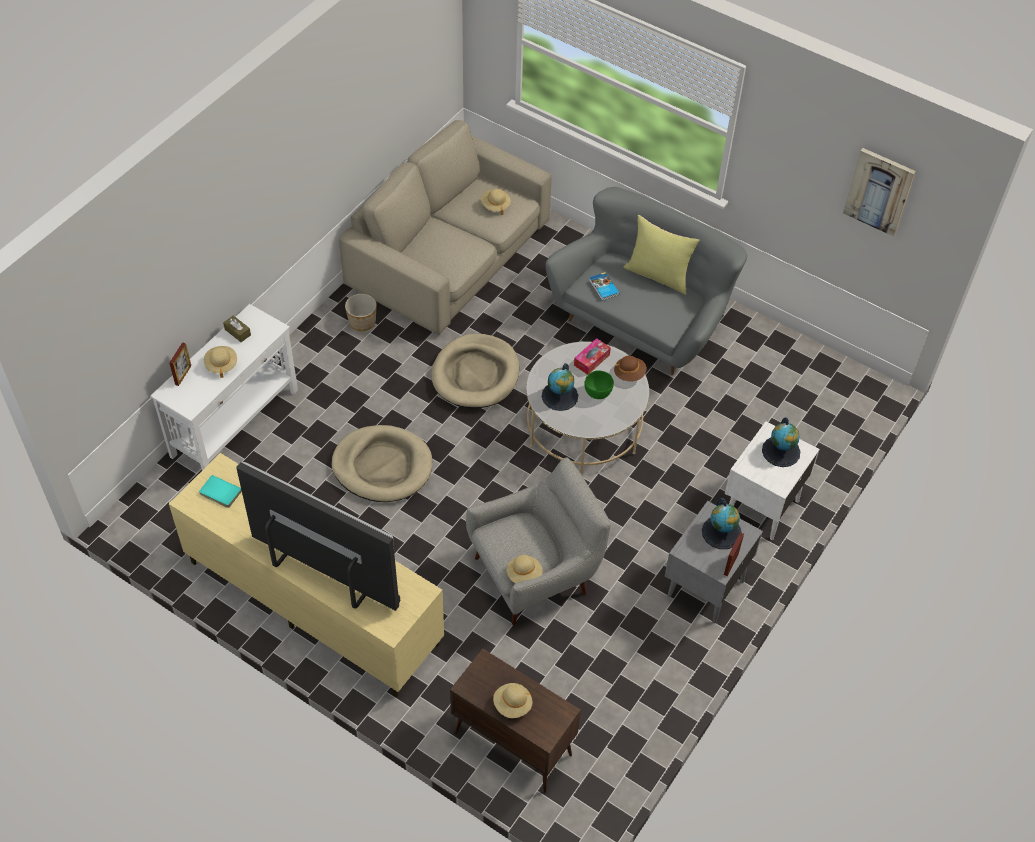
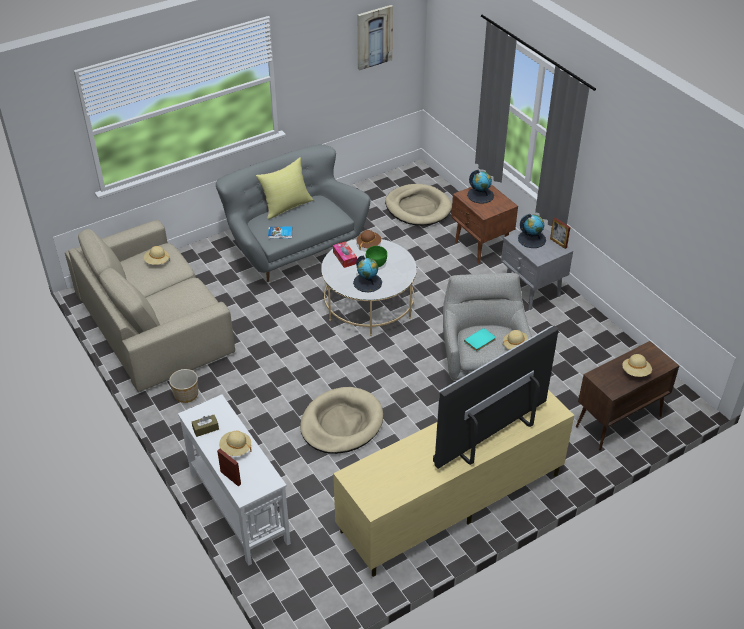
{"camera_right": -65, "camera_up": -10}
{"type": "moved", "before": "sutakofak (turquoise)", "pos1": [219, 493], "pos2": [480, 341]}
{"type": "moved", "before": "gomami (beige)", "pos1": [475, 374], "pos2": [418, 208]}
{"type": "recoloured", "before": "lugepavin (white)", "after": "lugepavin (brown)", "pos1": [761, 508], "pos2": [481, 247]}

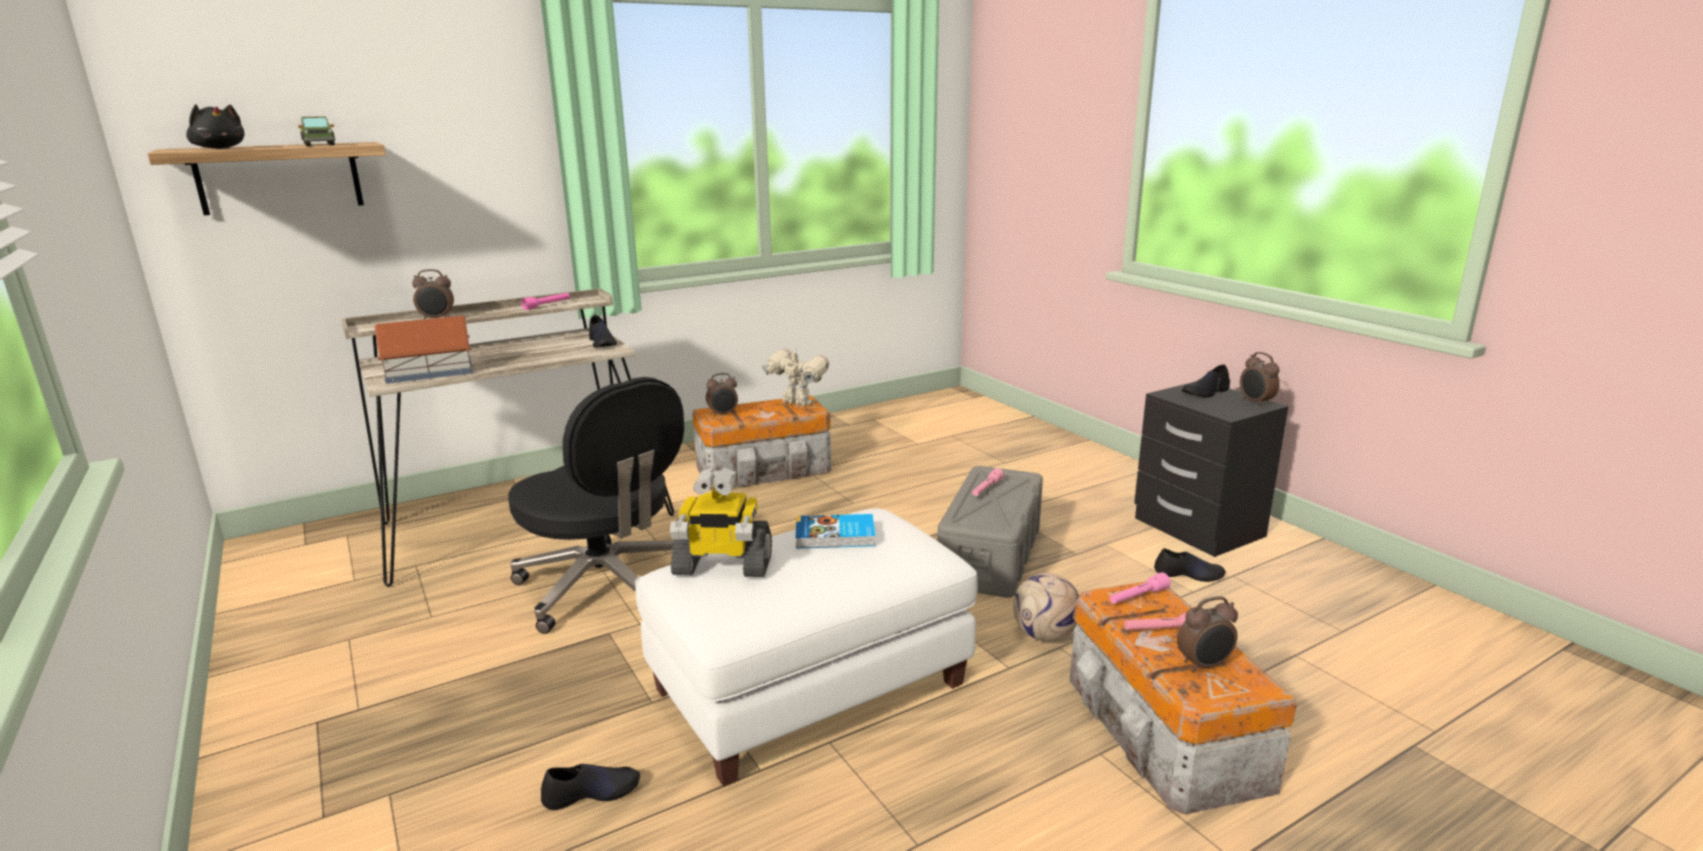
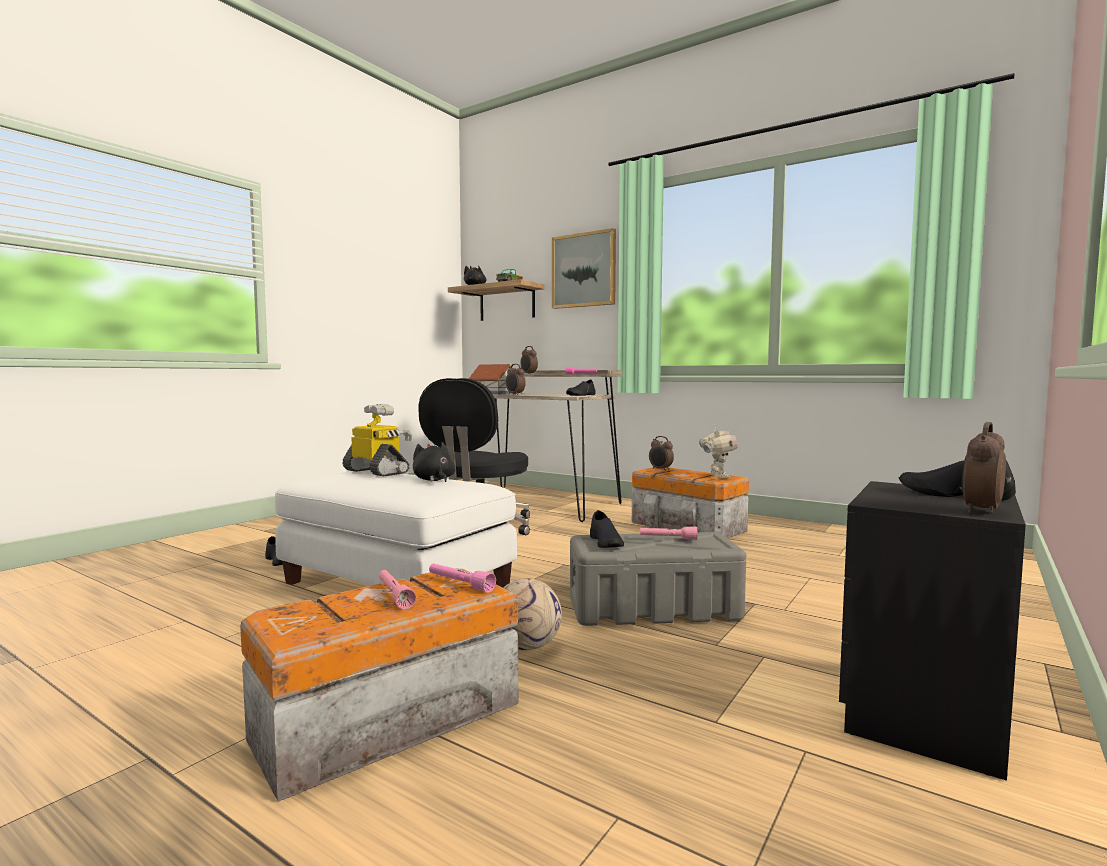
{"camera_right": 65, "camera_up": -15}
{"type": "added", "after": "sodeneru", "pos2": [584, 270]}
{"type": "moved", "before": "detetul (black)", "pos1": [1188, 574], "pos2": [606, 542]}
{"type": "moved", "before": "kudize", "pos1": [1204, 665], "pos2": [515, 394]}
{"type": "replaced", "before": "sutakofak", "after": "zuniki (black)", "pos1": [835, 536], "pos2": [434, 480]}
{"type": "turned", "before": "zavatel", "pos1": [722, 566], "pos2": [377, 472], "turn": 150}

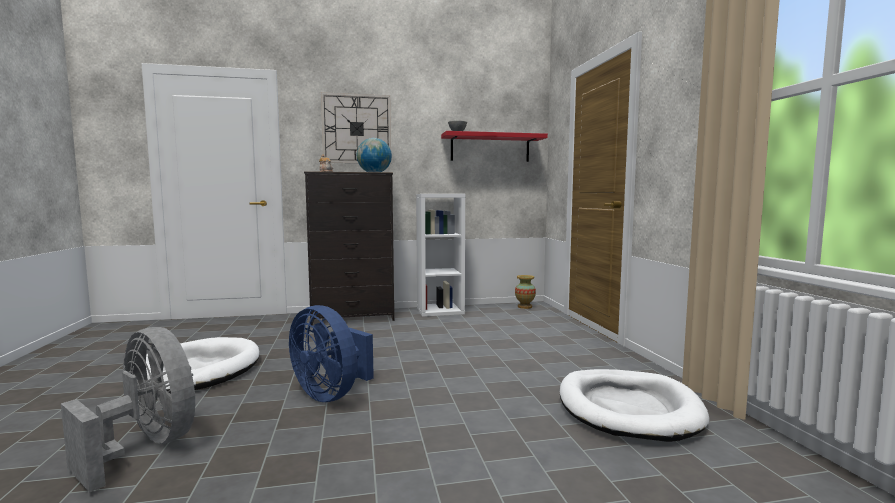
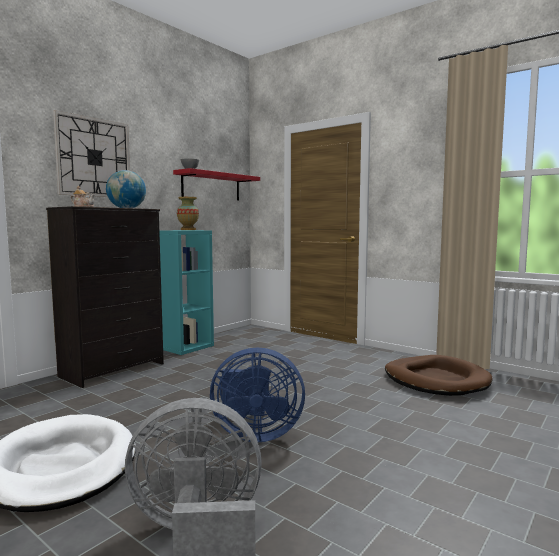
{"camera_right": -40, "camera_up": 0}
{"type": "moved", "before": "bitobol", "pos1": [524, 307], "pos2": [188, 230]}
{"type": "recoloured", "before": "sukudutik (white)", "after": "sukudutik (turquoise)", "pos1": [440, 310], "pos2": [186, 347]}
{"type": "recoloured", "before": "gomami (white)", "after": "gomami (brown)", "pos1": [628, 408], "pos2": [436, 380]}

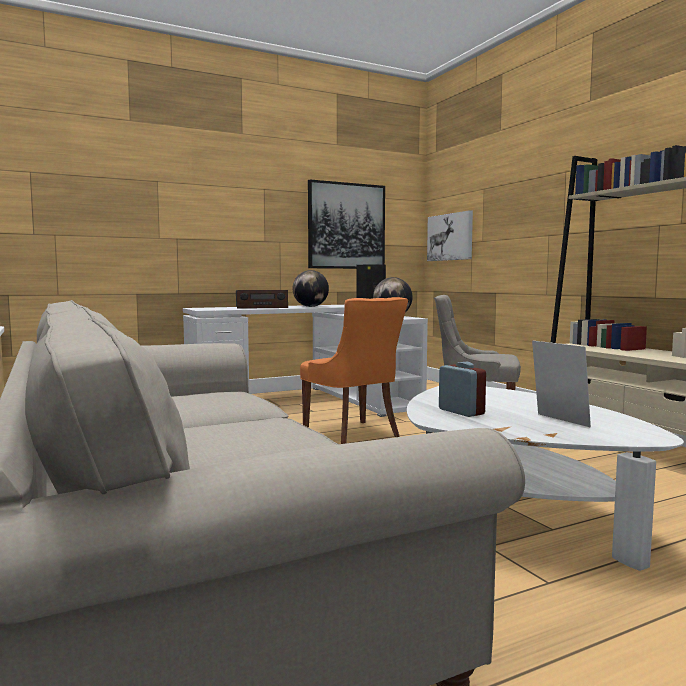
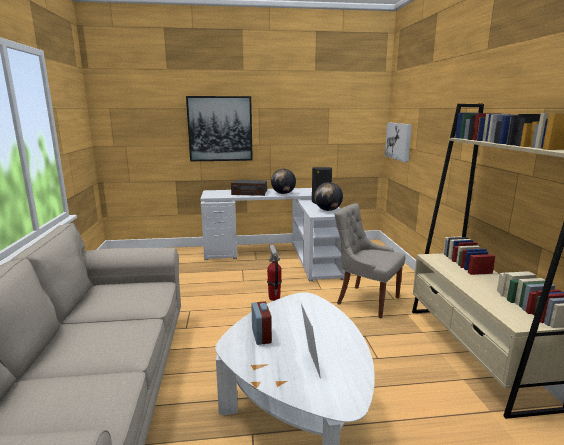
{"camera_right": 20, "camera_up": 10}
{"type": "moved", "before": "sodeneru", "pos1": [346, 226], "pos2": [220, 129]}
{"type": "replaced", "before": "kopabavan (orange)", "after": "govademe", "pos1": [353, 434], "pos2": [274, 298]}

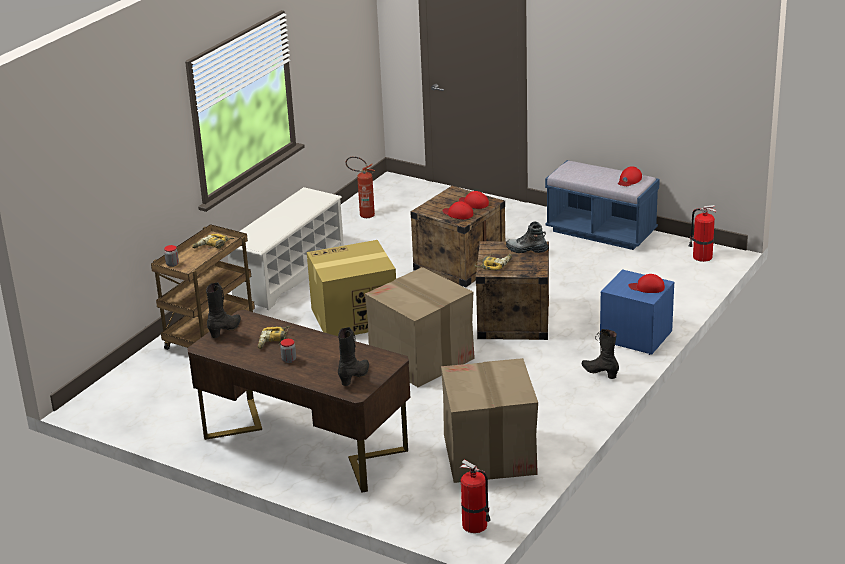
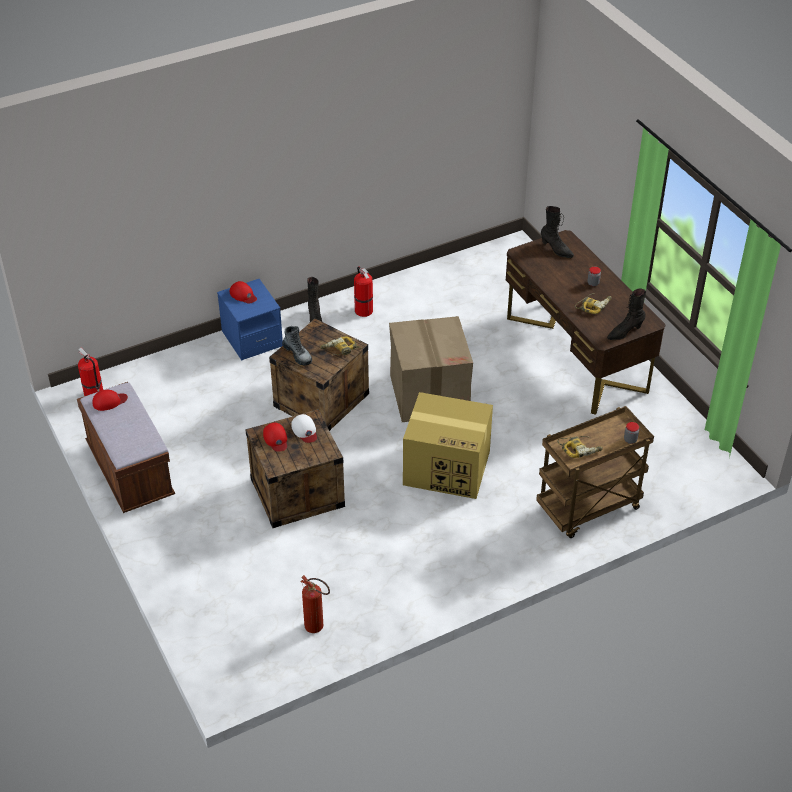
{"camera_right": -150, "camera_up": 15}
{"type": "removed", "before": "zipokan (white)", "pos1": [289, 275]}
{"type": "removed", "before": "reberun", "pos1": [489, 454]}
{"type": "moved", "before": "govademe", "pos1": [476, 525], "pos2": [363, 310]}
{"type": "recoloured", "before": "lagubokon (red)", "after": "lagubokon (white)", "pos1": [458, 213], "pos2": [305, 430]}
{"type": "recoloured", "before": "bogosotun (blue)", "after": "bogosotun (brown)", "pos1": [601, 232], "pos2": [130, 471]}
{"type": "turned", "before": "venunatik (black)", "pos1": [355, 377], "pos2": [556, 250], "turn": -105}

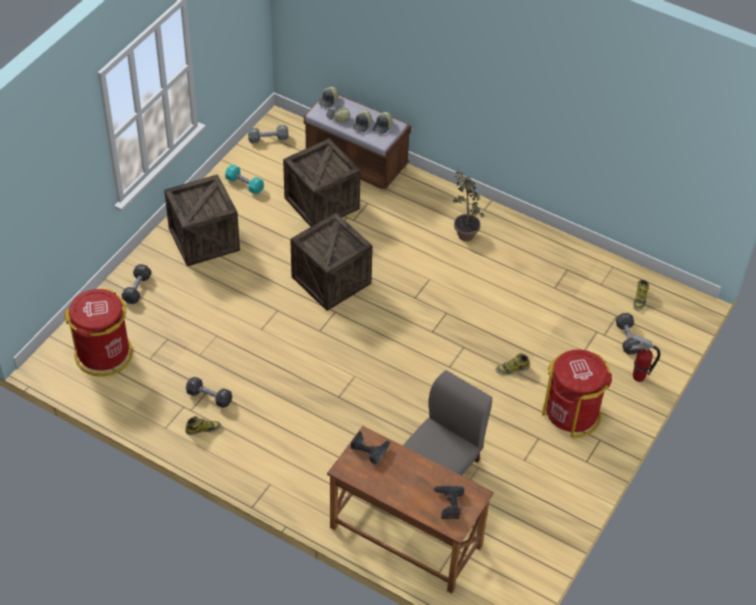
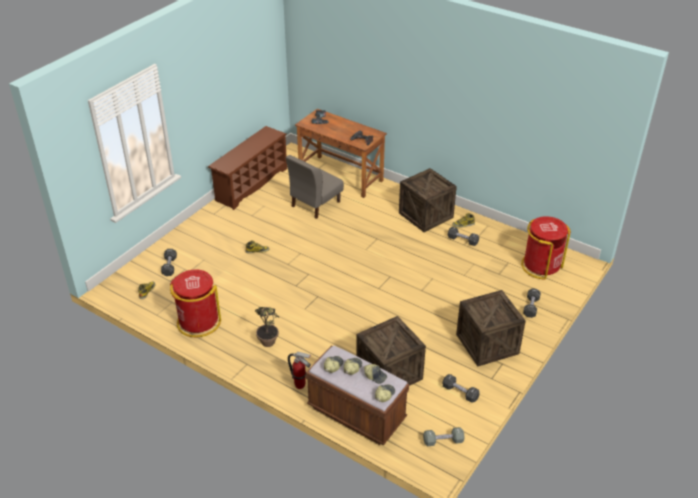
{"camera_right": -175, "camera_up": -10}
{"type": "added", "after": "zipokan (brown)", "pos2": [251, 184]}
{"type": "moved", "before": "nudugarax", "pos1": [331, 280], "pos2": [425, 215]}
{"type": "moved", "before": "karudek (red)", "pos1": [572, 413], "pos2": [198, 322]}
{"type": "moved", "before": "govademe", "pos1": [638, 377], "pos2": [300, 385]}
{"type": "recoloured", "before": "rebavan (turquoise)", "after": "rebavan (black)", "pos1": [244, 184], "pos2": [460, 392]}

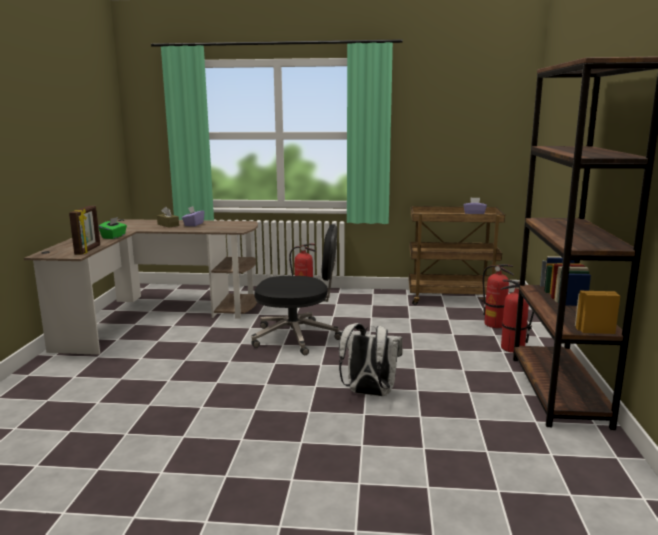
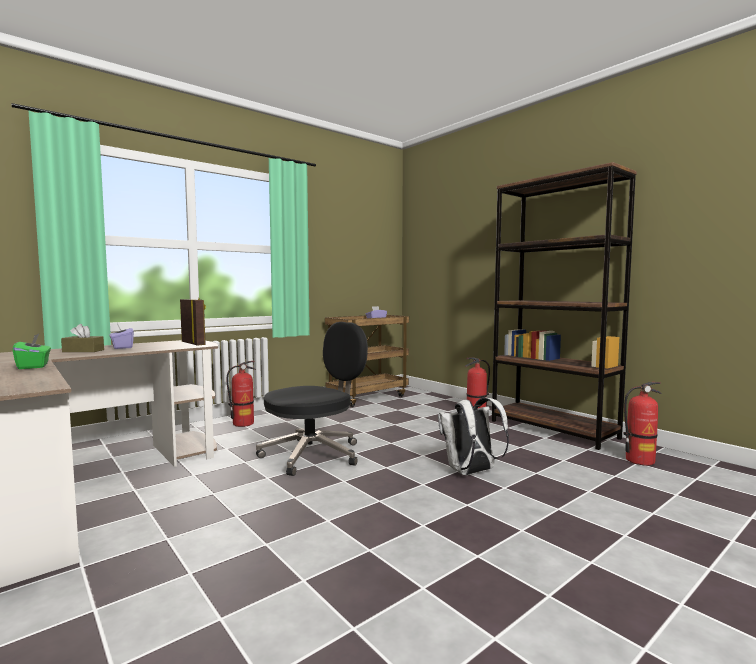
{"camera_right": -45, "camera_up": -10}
{"type": "moved", "before": "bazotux", "pos1": [88, 250], "pos2": [194, 343]}
{"type": "moved", "before": "govademe", "pos1": [495, 324], "pos2": [639, 461]}

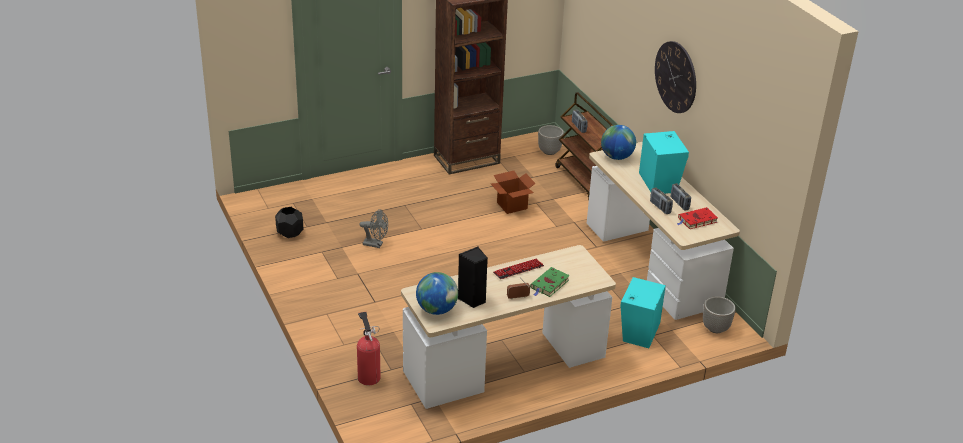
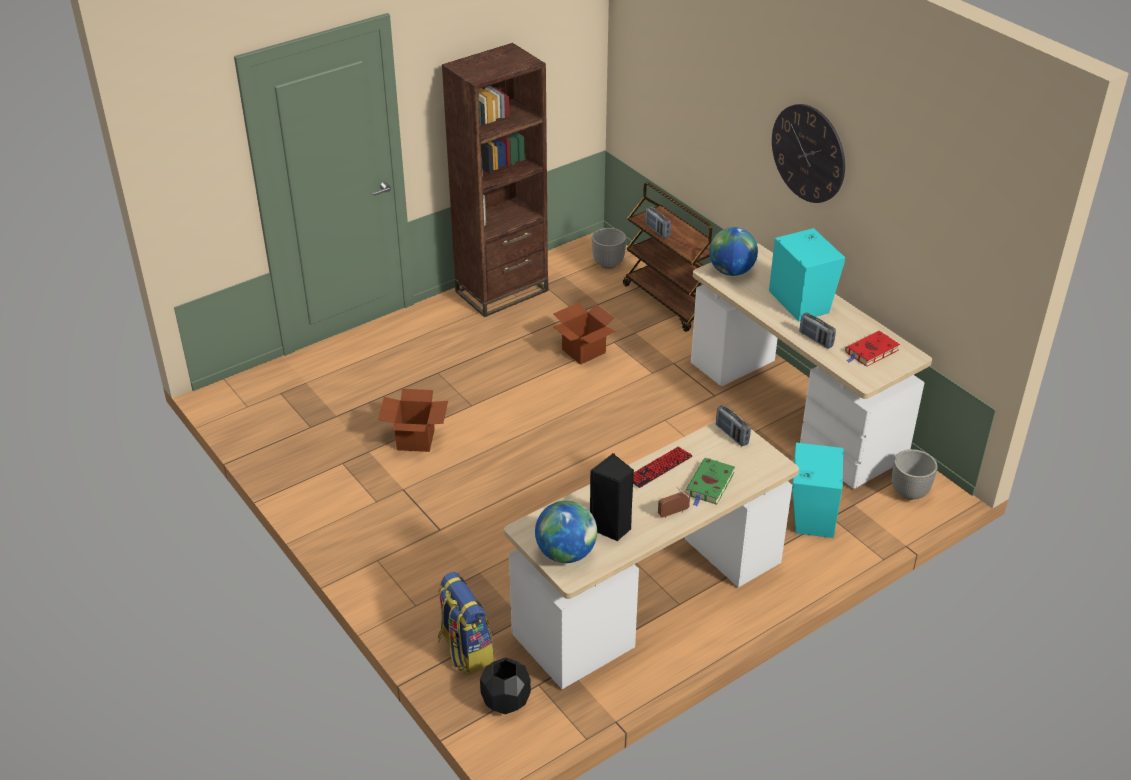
{"camera_right": -10, "camera_up": 5}
{"type": "moved", "before": "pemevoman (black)", "pos1": [290, 233], "pos2": [505, 700]}
{"type": "moved", "before": "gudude", "pos1": [679, 203], "pos2": [731, 434]}
{"type": "replaced", "before": "govademe", "after": "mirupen", "pos1": [368, 376], "pos2": [465, 650]}
{"type": "replaced", "before": "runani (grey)", "after": "reberun", "pos1": [376, 244], "pos2": [415, 439]}

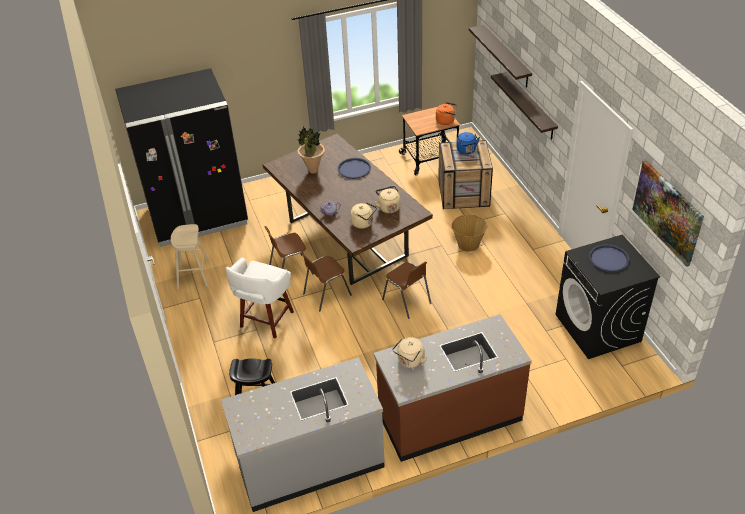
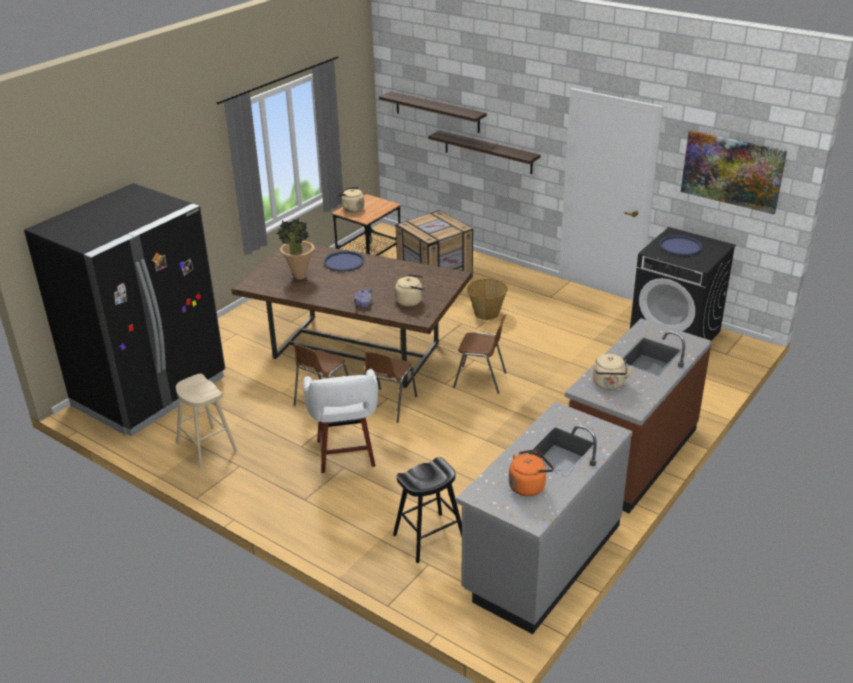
{"camera_right": -35, "camera_up": -10}
{"type": "removed", "before": "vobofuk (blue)", "pos1": [467, 151]}
{"type": "moved", "before": "vobofuk (beige)", "pos1": [388, 207], "pos2": [352, 209]}
{"type": "moved", "before": "vobofuk (orange)", "pos1": [446, 121], "pos2": [528, 486]}

